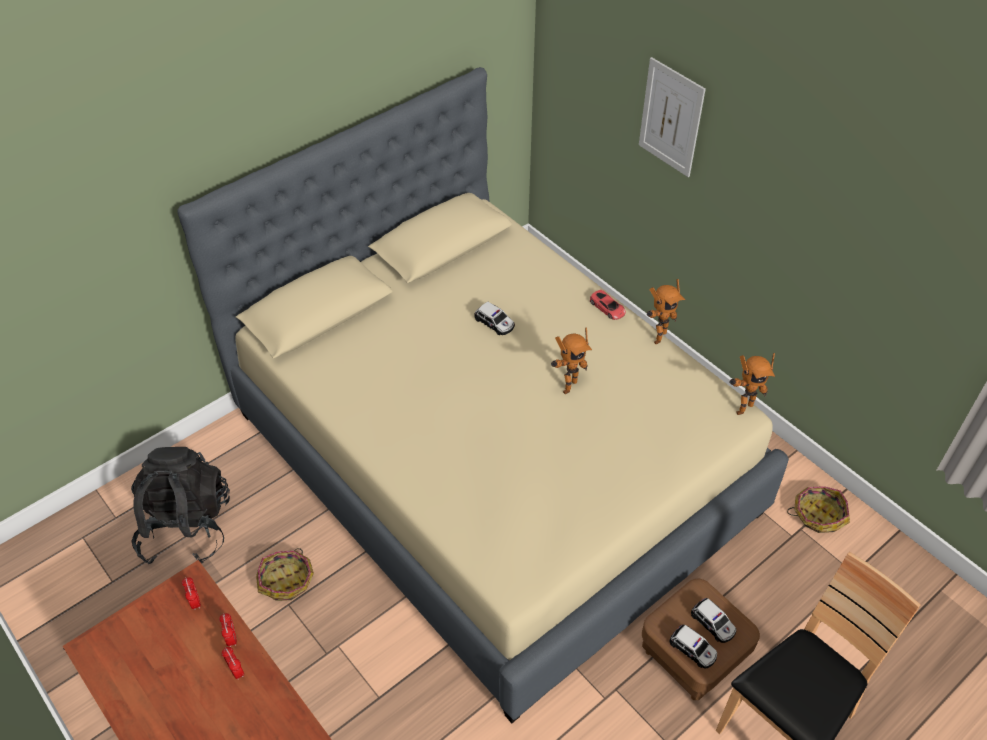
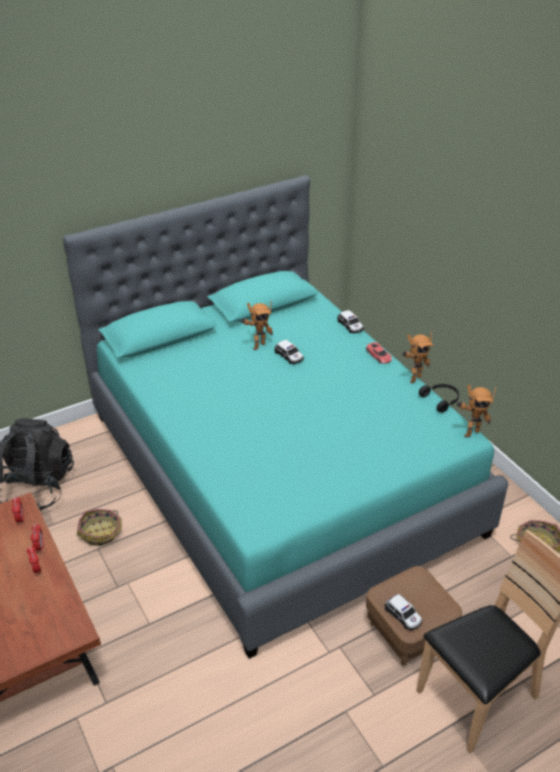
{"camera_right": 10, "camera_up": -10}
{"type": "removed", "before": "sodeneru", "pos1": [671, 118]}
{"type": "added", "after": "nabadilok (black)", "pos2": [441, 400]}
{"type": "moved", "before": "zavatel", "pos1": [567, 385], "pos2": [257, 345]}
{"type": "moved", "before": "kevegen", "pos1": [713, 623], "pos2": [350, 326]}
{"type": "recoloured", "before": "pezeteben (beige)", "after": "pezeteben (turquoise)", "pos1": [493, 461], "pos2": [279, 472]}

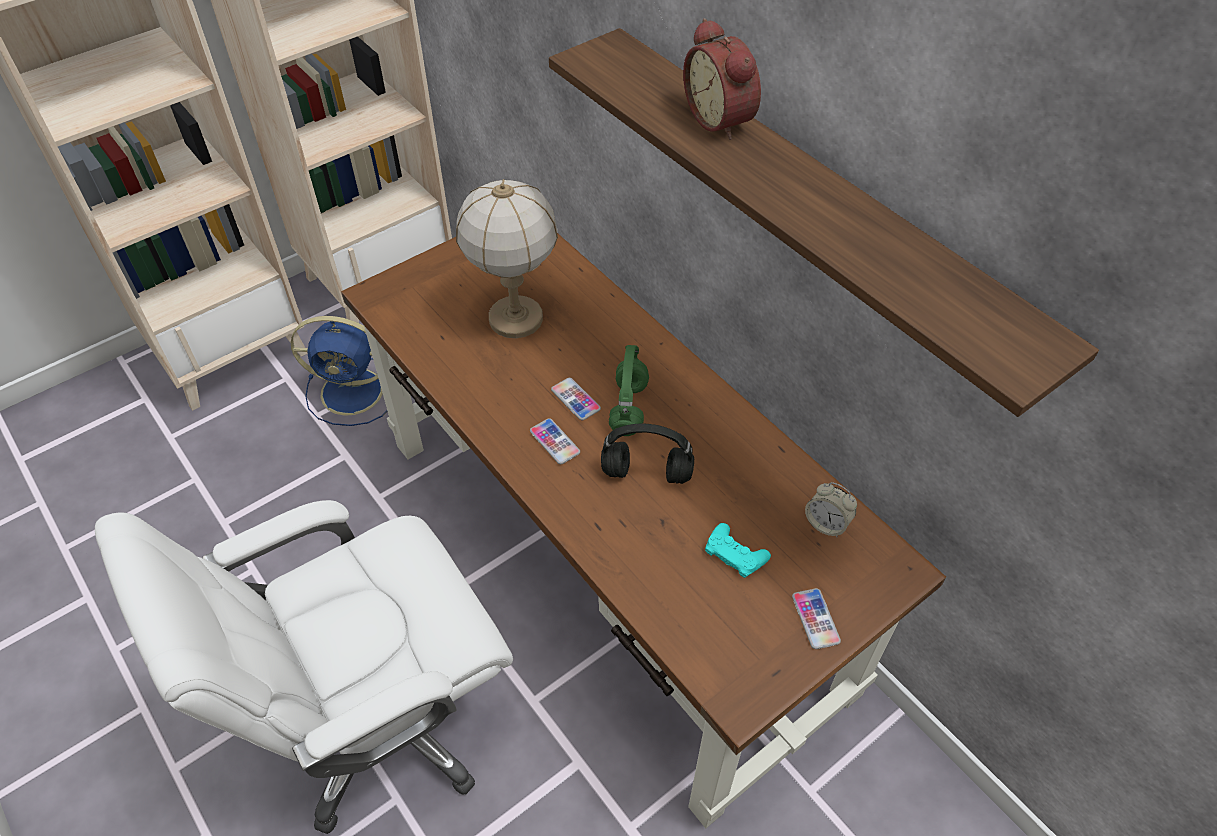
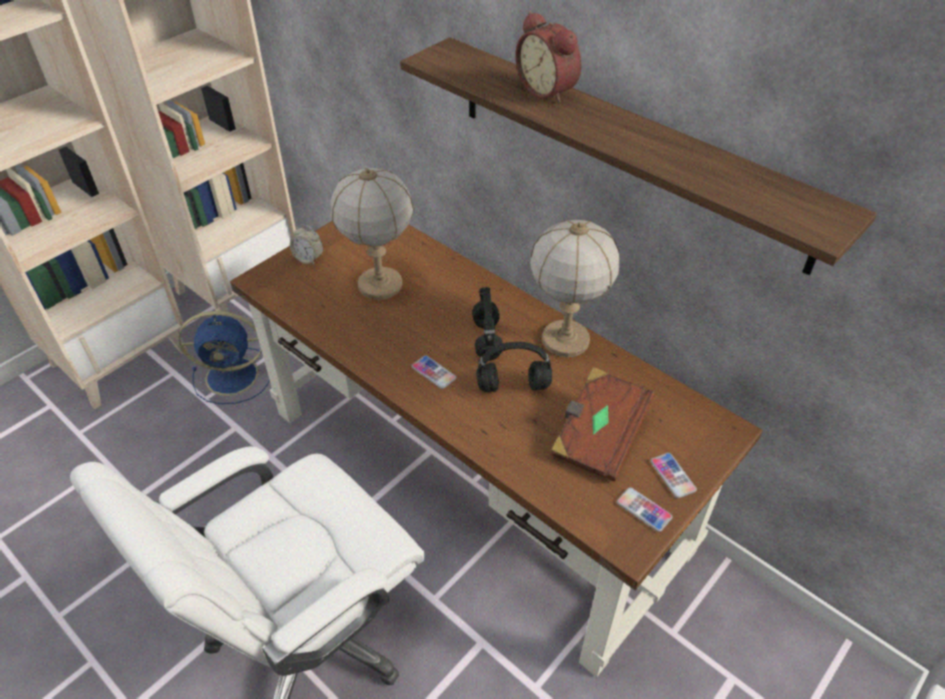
{"camera_right": -10, "camera_up": -5}
{"type": "added", "after": "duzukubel", "pos2": [566, 340]}
{"type": "moved", "before": "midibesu", "pos1": [575, 399], "pos2": [644, 510]}
{"type": "moved", "before": "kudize", "pos1": [826, 523], "pos2": [308, 259]}
{"type": "replaced", "before": "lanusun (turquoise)", "after": "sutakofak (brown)", "pos1": [735, 554], "pos2": [598, 436]}
{"type": "recoloured", "before": "nabadilok (green)", "after": "nabadilok (black)", "pos1": [629, 409], "pos2": [487, 340]}

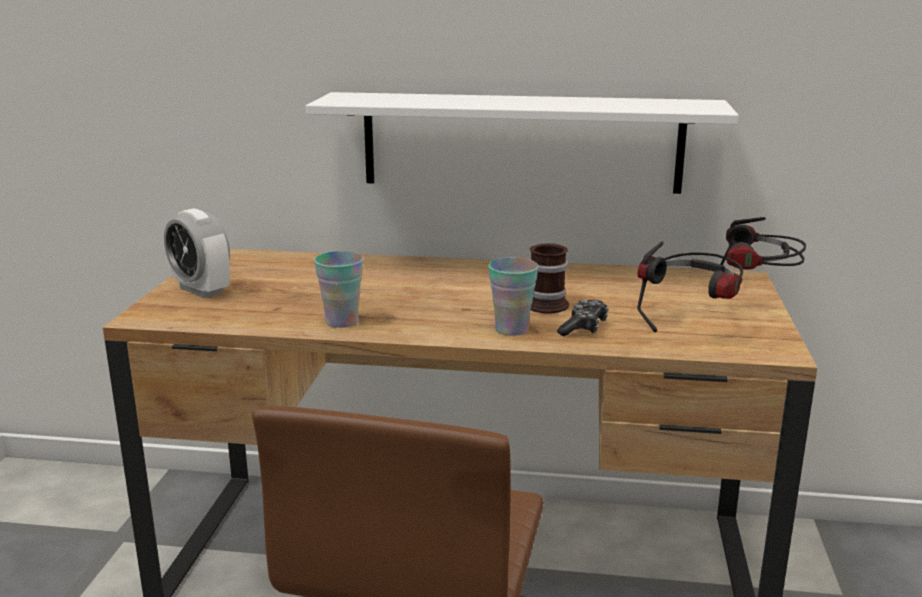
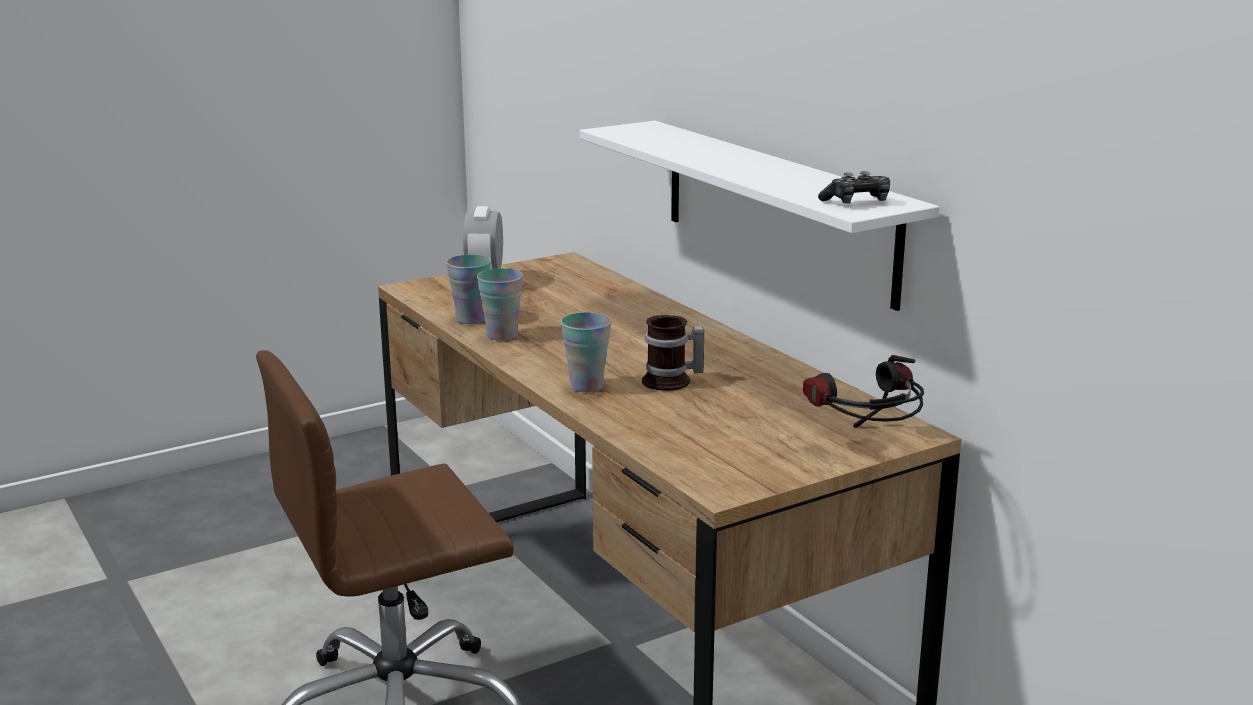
{"camera_right": 50, "camera_up": 0}
{"type": "removed", "before": "nabadilok", "pos1": [691, 323]}
{"type": "added", "after": "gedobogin", "pos2": [471, 319]}
{"type": "moved", "before": "lanusun", "pos1": [584, 328], "pos2": [857, 202]}

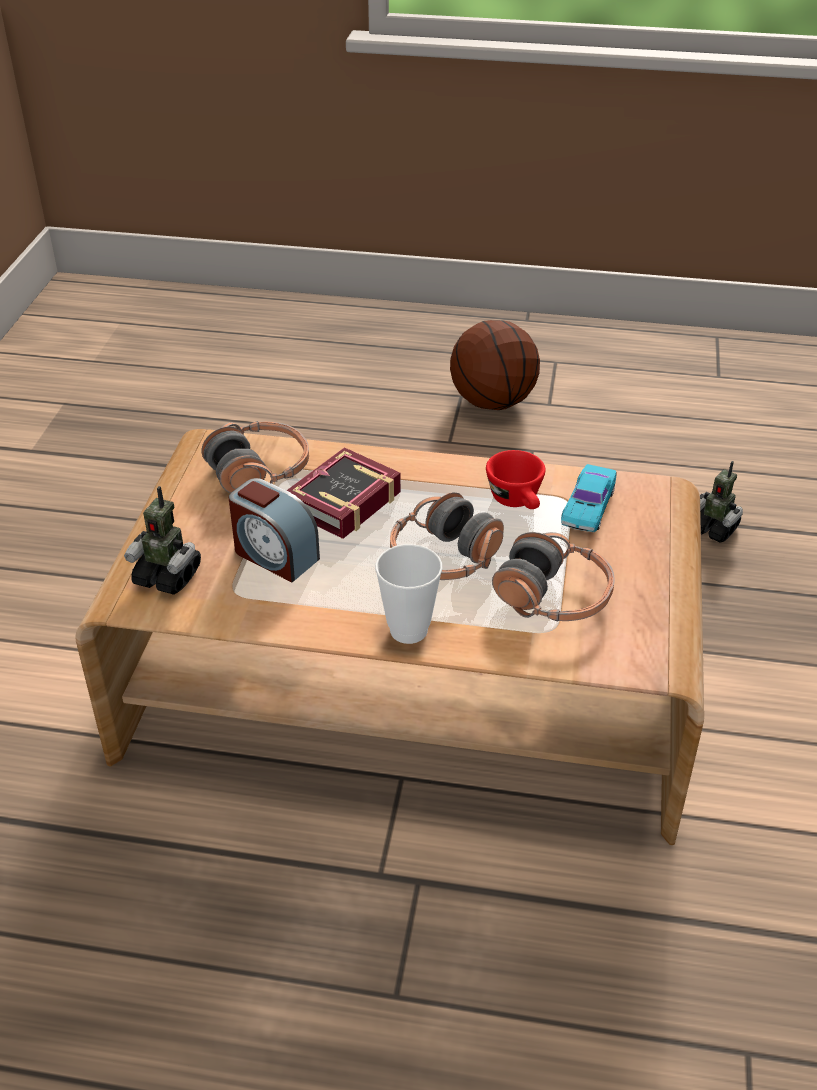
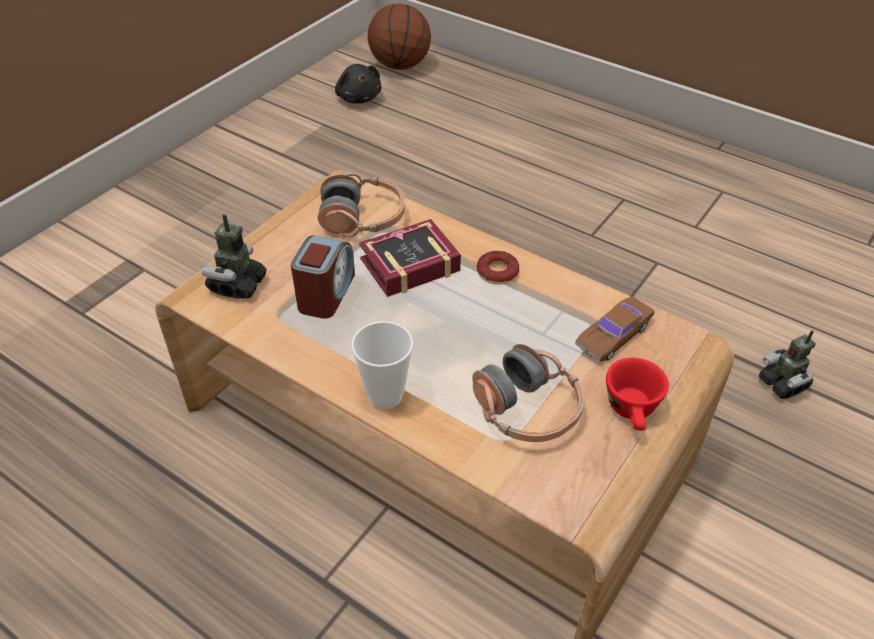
{"camera_right": 25, "camera_up": 5}
{"type": "removed", "before": "nabadilok", "pos1": [444, 558]}
{"type": "added", "after": "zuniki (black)", "pos2": [358, 98]}
{"type": "added", "after": "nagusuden", "pos2": [497, 272]}
{"type": "moved", "before": "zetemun", "pos1": [493, 402], "pos2": [400, 65]}
{"type": "moved", "before": "gedobogin (red)", "pos1": [518, 502], "pos2": [632, 412]}
{"type": "recoloured", "before": "kevegen (turquoise)", "after": "kevegen (brown)", "pos1": [588, 506], "pos2": [613, 335]}
{"type": "turned", "before": "zavatel", "pos1": [168, 576], "pos2": [237, 285], "turn": 60}
{"type": "turned", "before": "kudize", "pos1": [274, 555], "pos2": [326, 293], "turn": -135}

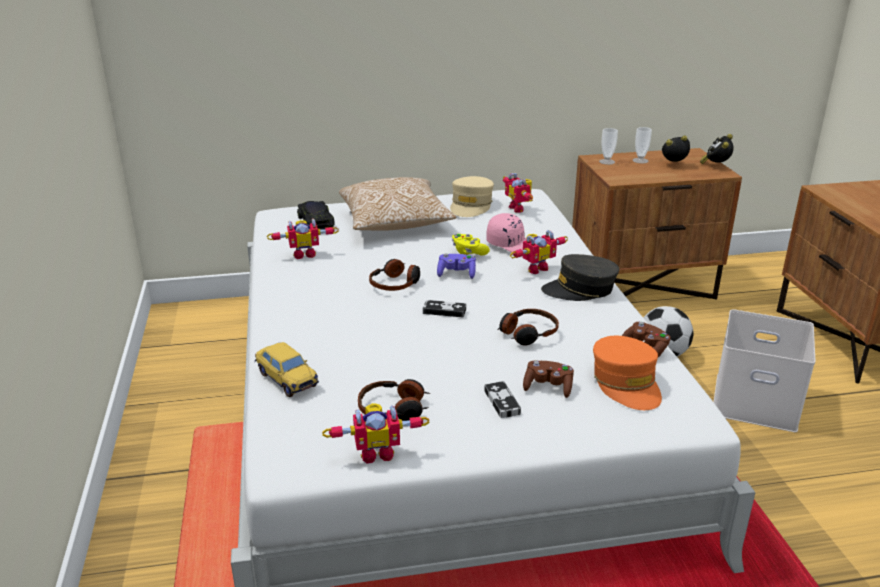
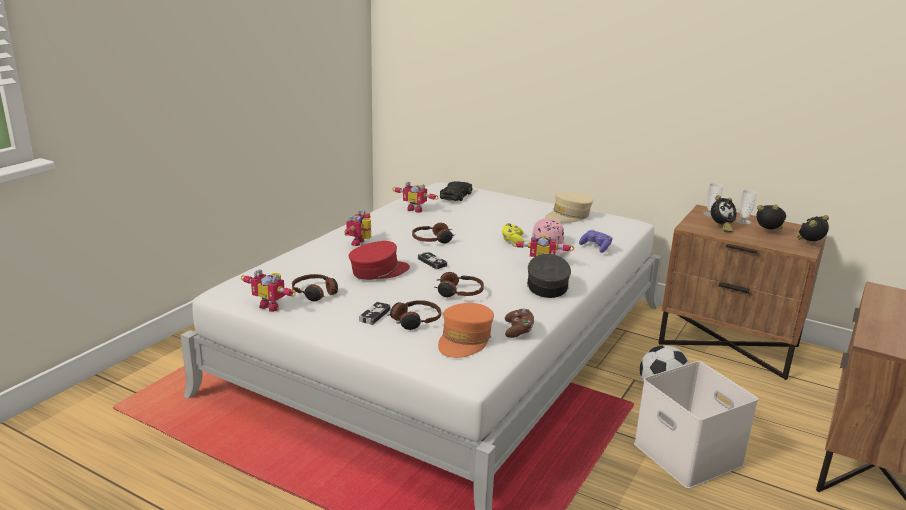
{"camera_right": 40, "camera_up": -5}
{"type": "removed", "before": "kevegen", "pos1": [286, 379]}
{"type": "removed", "before": "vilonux", "pos1": [395, 223]}
{"type": "added", "after": "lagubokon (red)", "pos2": [378, 271]}
{"type": "added", "after": "kudize", "pos2": [720, 228]}
{"type": "moved", "before": "lanusun (purple)", "pos1": [456, 274], "pos2": [596, 247]}
{"type": "moved", "before": "zavatel", "pos1": [519, 208], "pos2": [361, 243]}
{"type": "replaced", "before": "lanusun (brown)", "after": "nabadilok", "pos1": [548, 387], "pos2": [414, 321]}
{"type": "turned", "before": "lagubokon (grey)", "pos1": [580, 289], "pos2": [547, 286], "turn": 60}

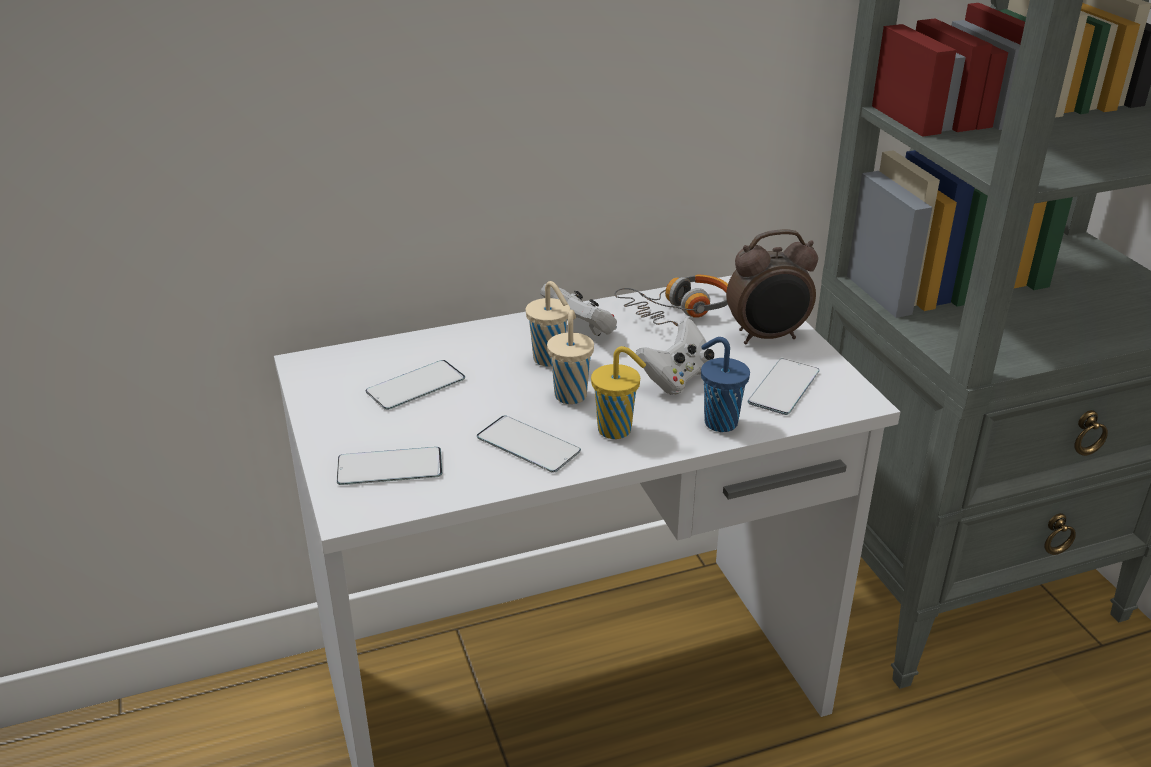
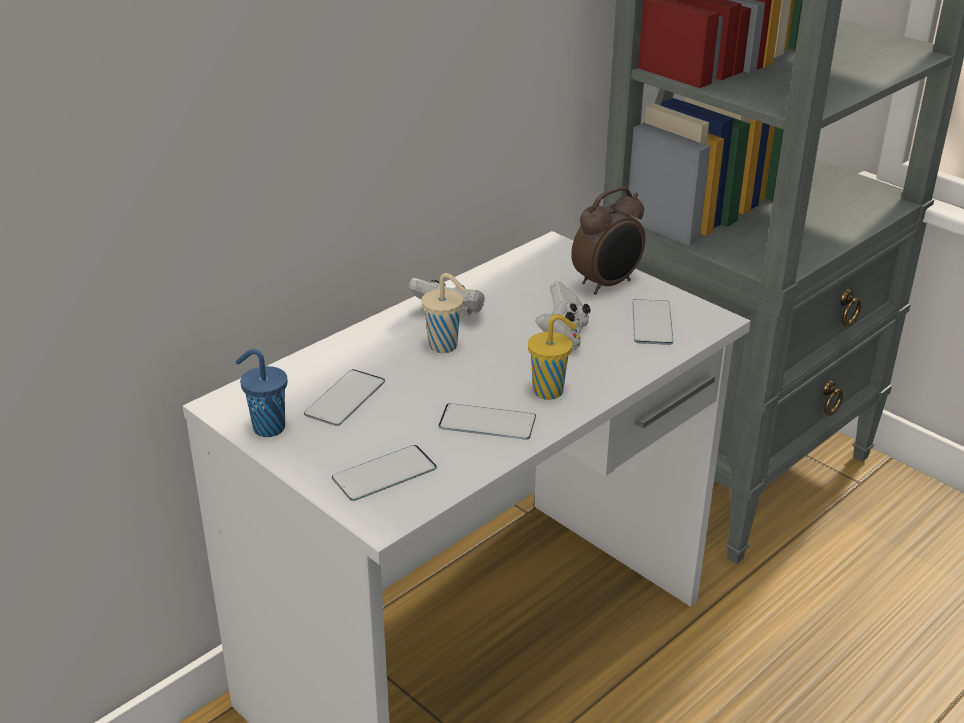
{"camera_right": -25, "camera_up": 0}
{"type": "removed", "before": "gedobogin (beige)", "pos1": [571, 394]}
{"type": "removed", "before": "nabadilok", "pos1": [679, 311]}
{"type": "moved", "before": "gedobogin (blue)", "pos1": [718, 422], "pos2": [267, 428]}

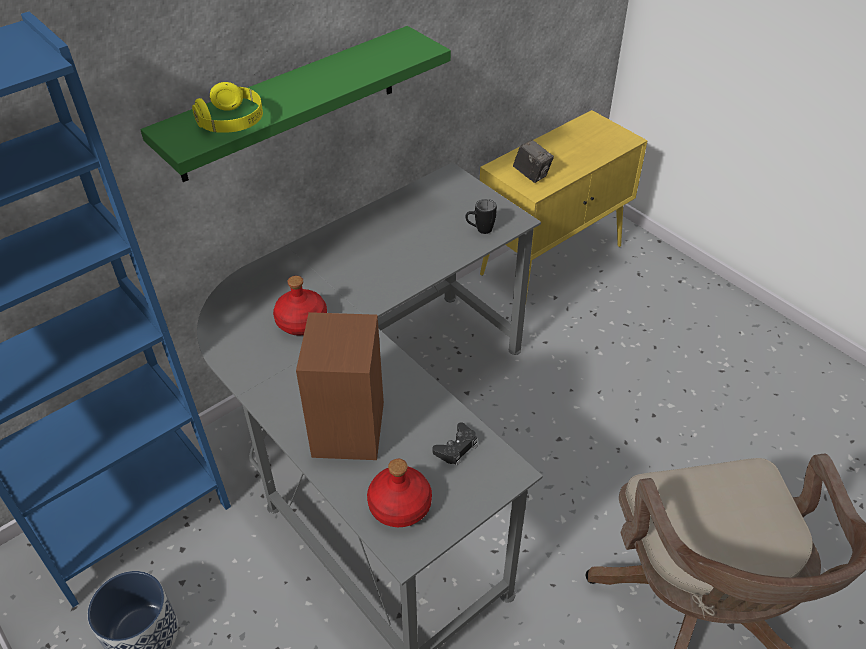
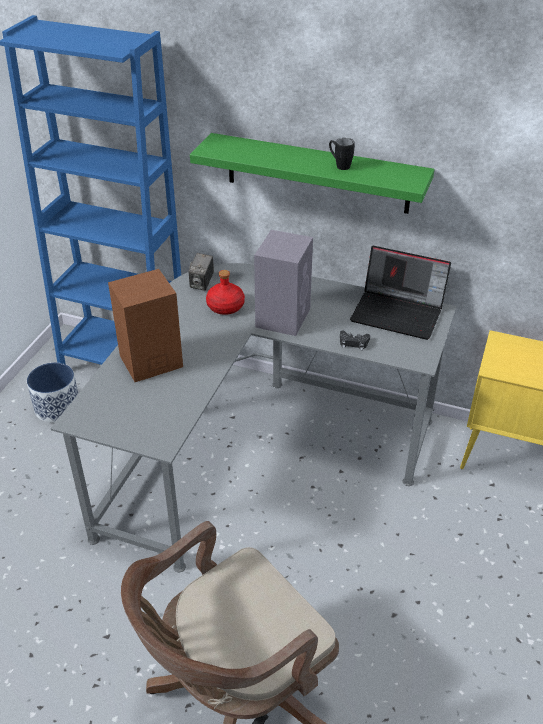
{"camera_right": 60, "camera_up": -5}
{"type": "removed", "before": "nabadilok (yellow)", "pos1": [232, 122]}
{"type": "removed", "before": "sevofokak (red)", "pos1": [399, 506]}
{"type": "added", "after": "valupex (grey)", "pos2": [283, 317]}
{"type": "added", "after": "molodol", "pos2": [399, 313]}
{"type": "moved", "before": "lanusun (black)", "pos1": [456, 448], "pos2": [353, 343]}
{"type": "moved", "before": "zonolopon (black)", "pos1": [479, 230], "pos2": [339, 165]}
{"type": "moved", "before": "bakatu", "pos1": [531, 174], "pos2": [202, 283]}

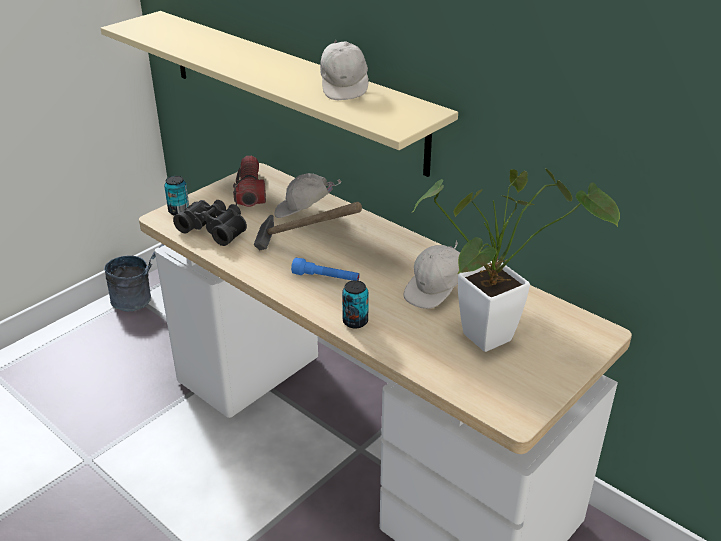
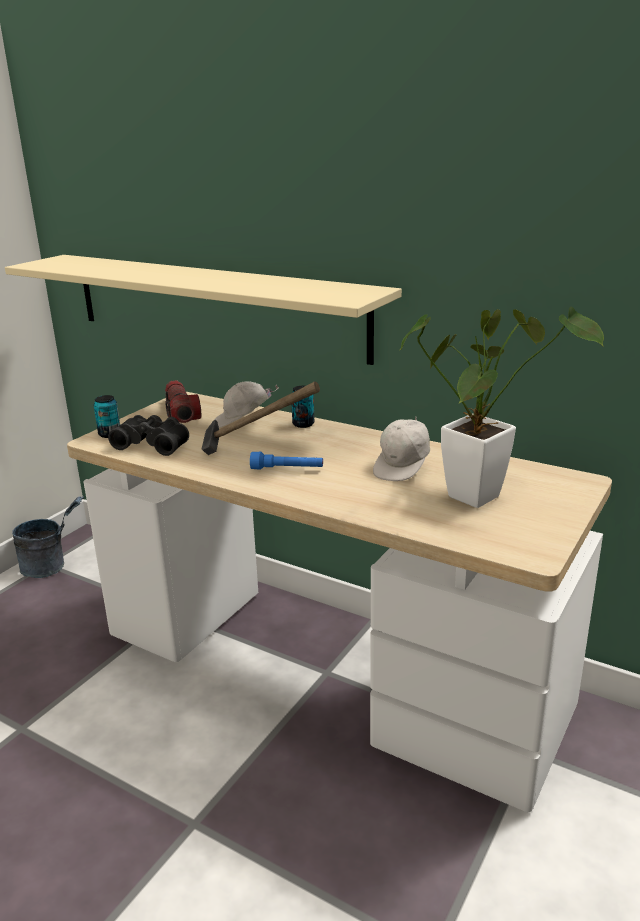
{"camera_right": -10, "camera_up": -10}
{"type": "removed", "before": "lagubokon (white)", "pos1": [344, 87]}
{"type": "moved", "before": "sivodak", "pos1": [355, 321], "pos2": [303, 424]}

